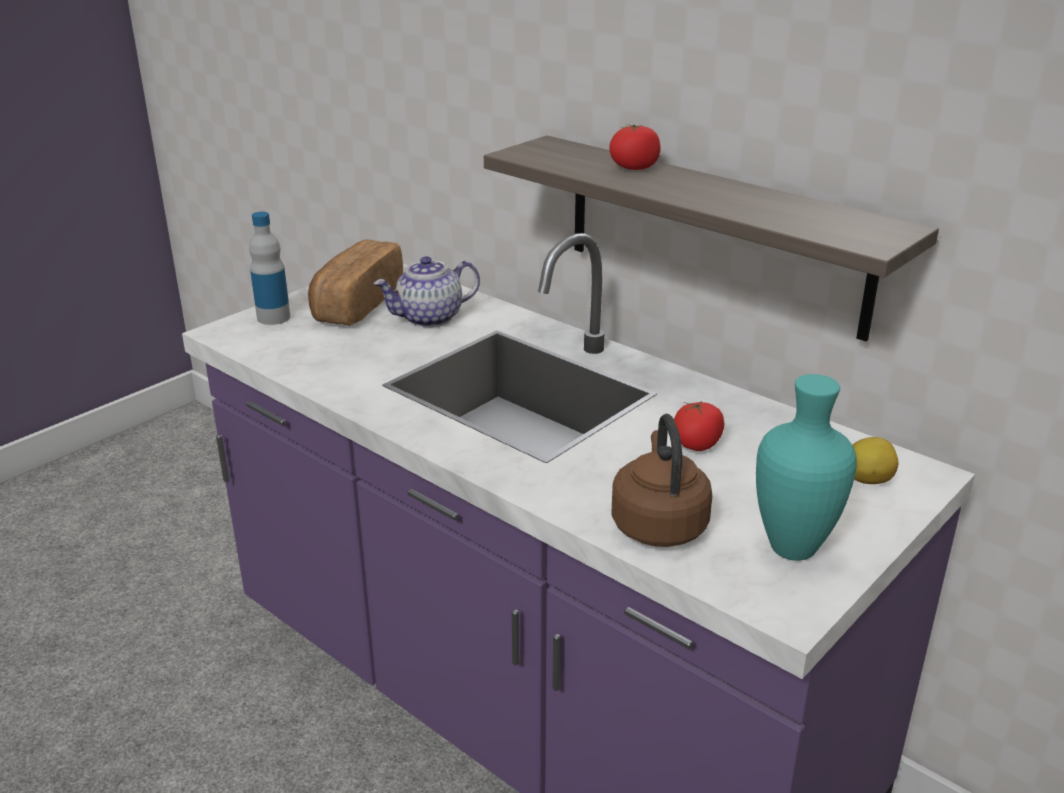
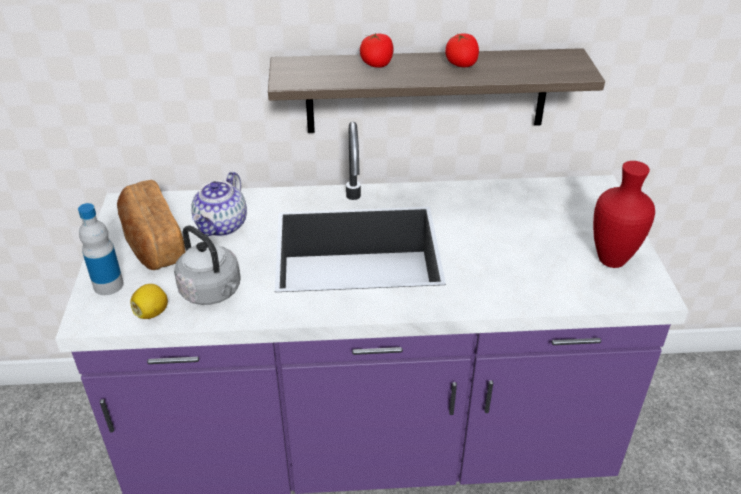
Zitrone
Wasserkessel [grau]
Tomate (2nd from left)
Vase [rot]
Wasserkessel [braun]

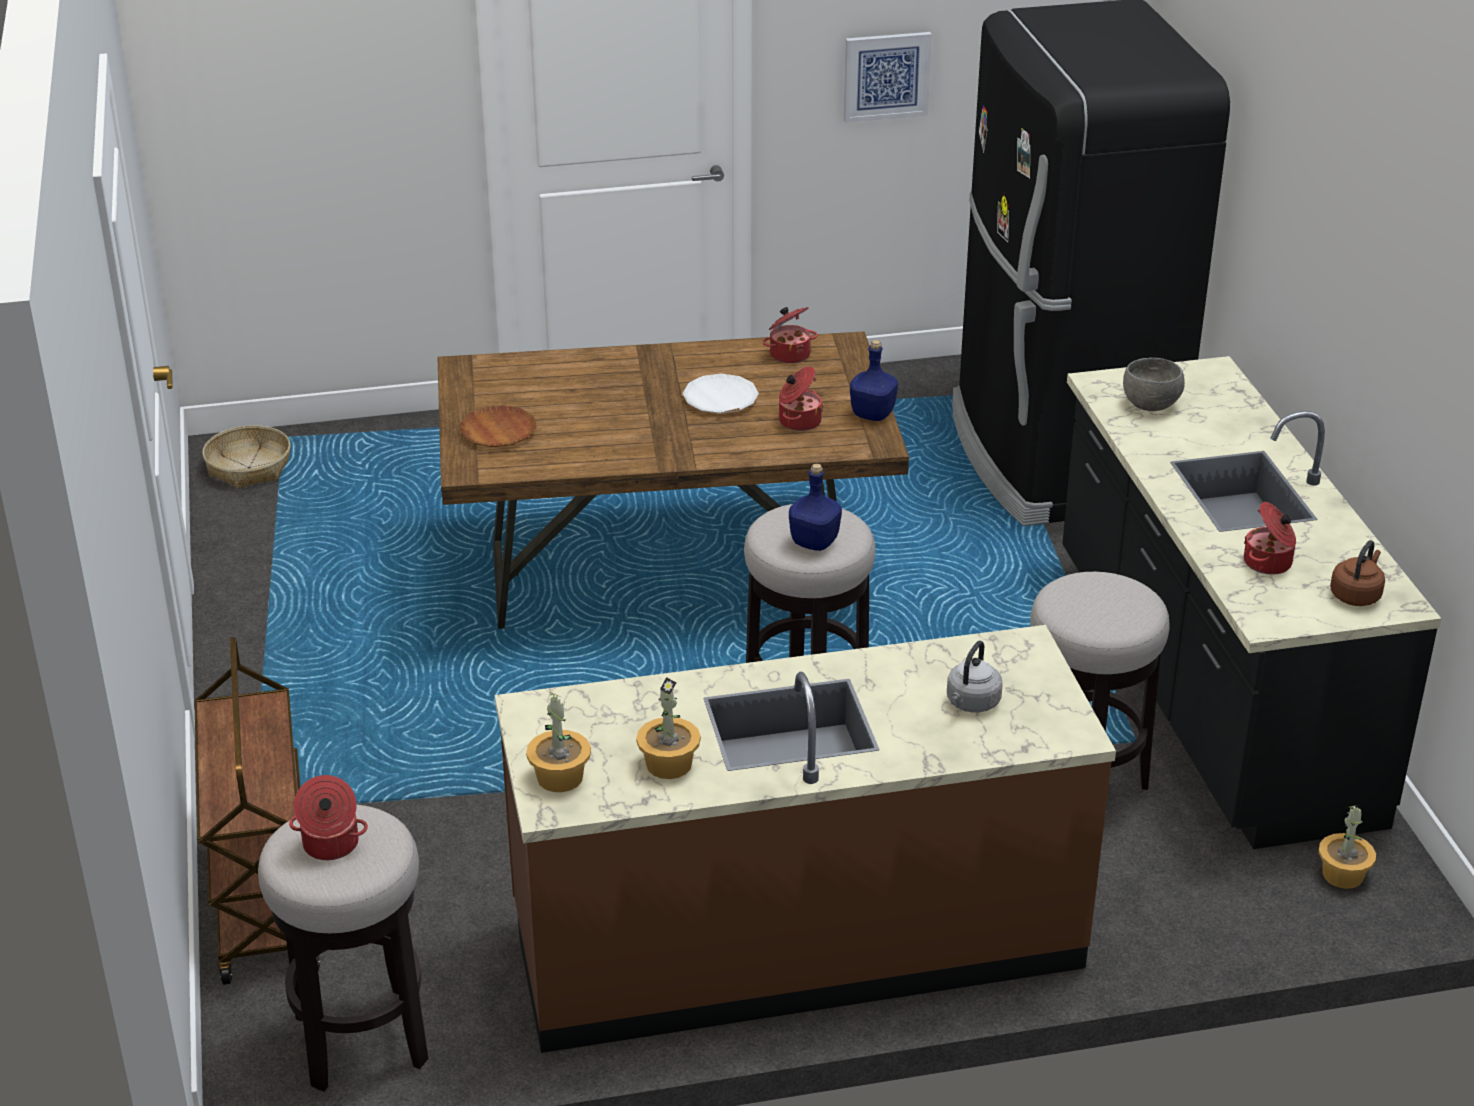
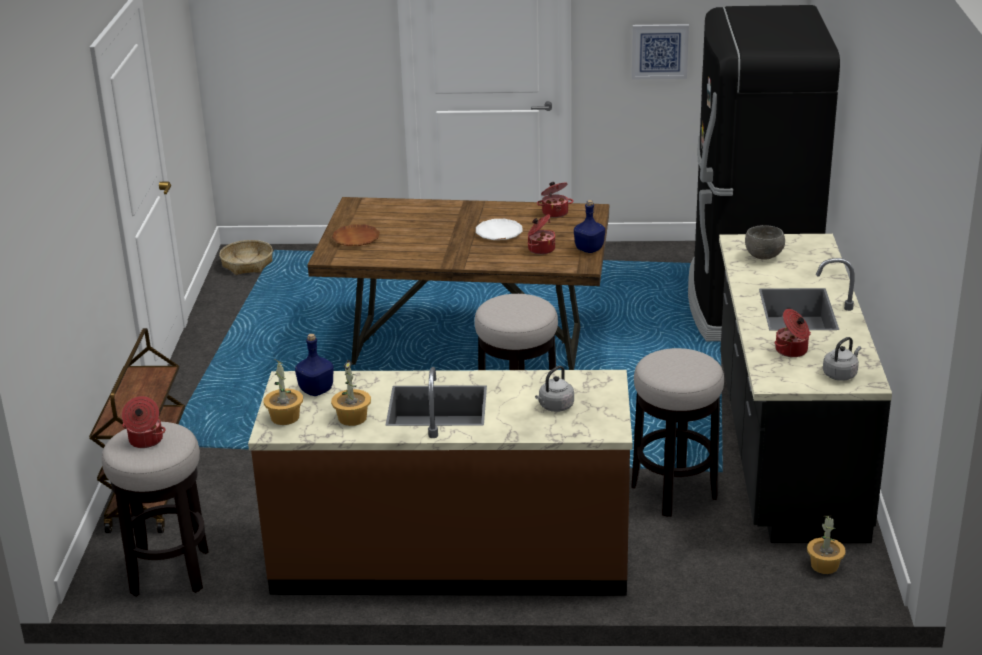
Flasche [blau] (1st from left)
Wasserkessel [grau] (2nd from left)

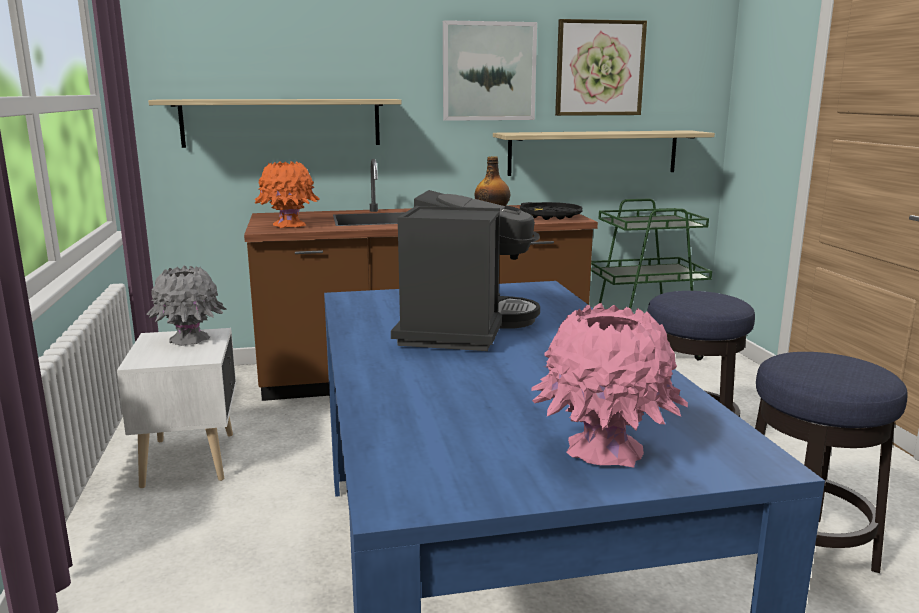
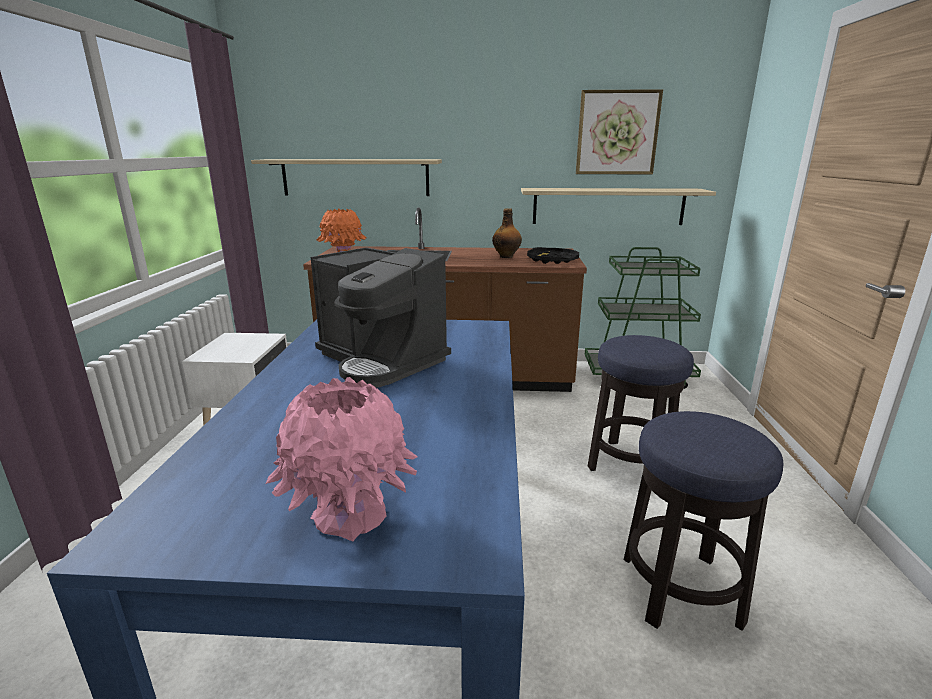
Kaffeemaschine
Vase [grau]
Bild (1st from left in the first image)

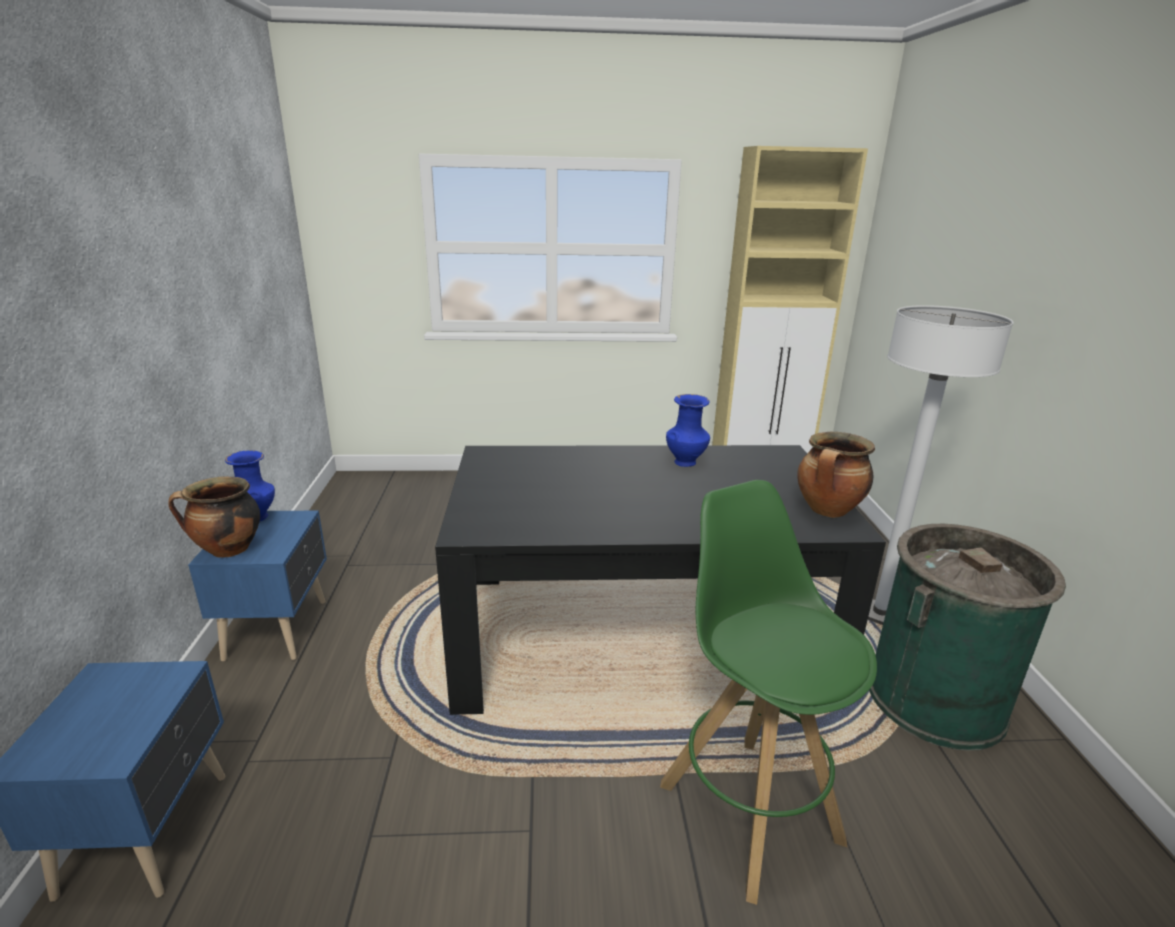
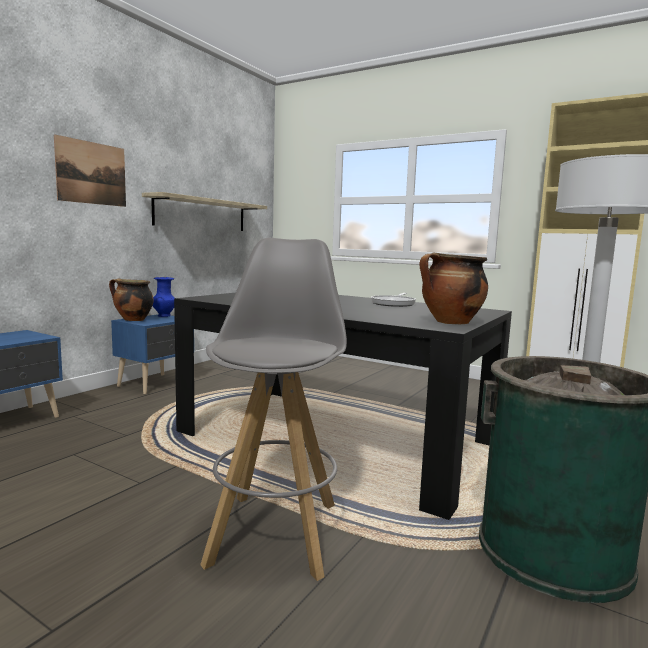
Bild
Wandregal
Hocker [grau]
Pfanne

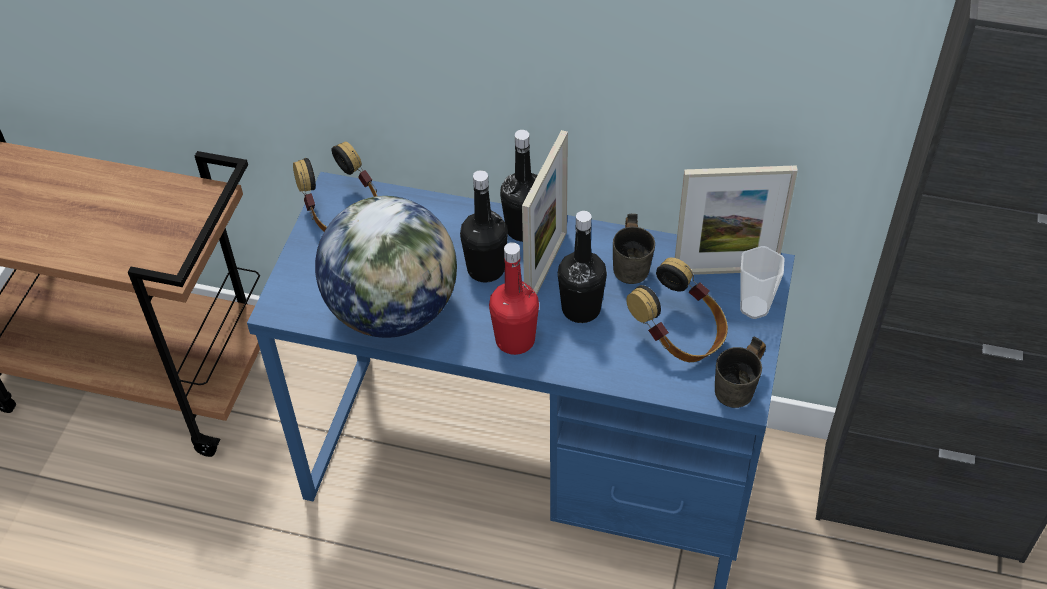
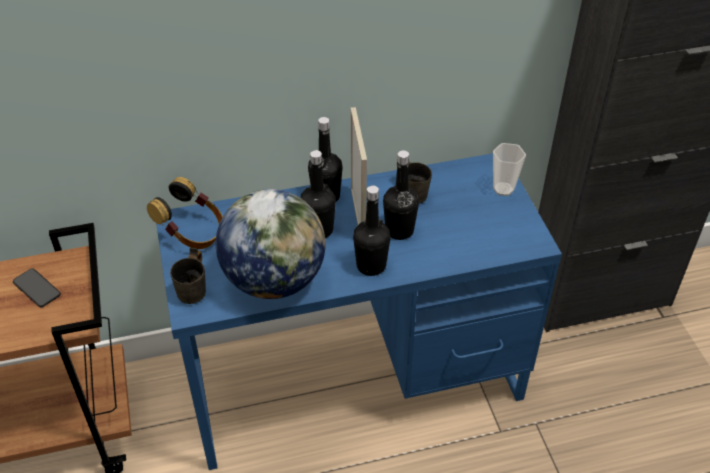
Handy
Henkelbecher [grau] (1st from left)
Flasche [schwarz] (3rd from left)
Kopfhörer (2nd from left in the first image)
Bilderrahmen (2nd from left in the first image)

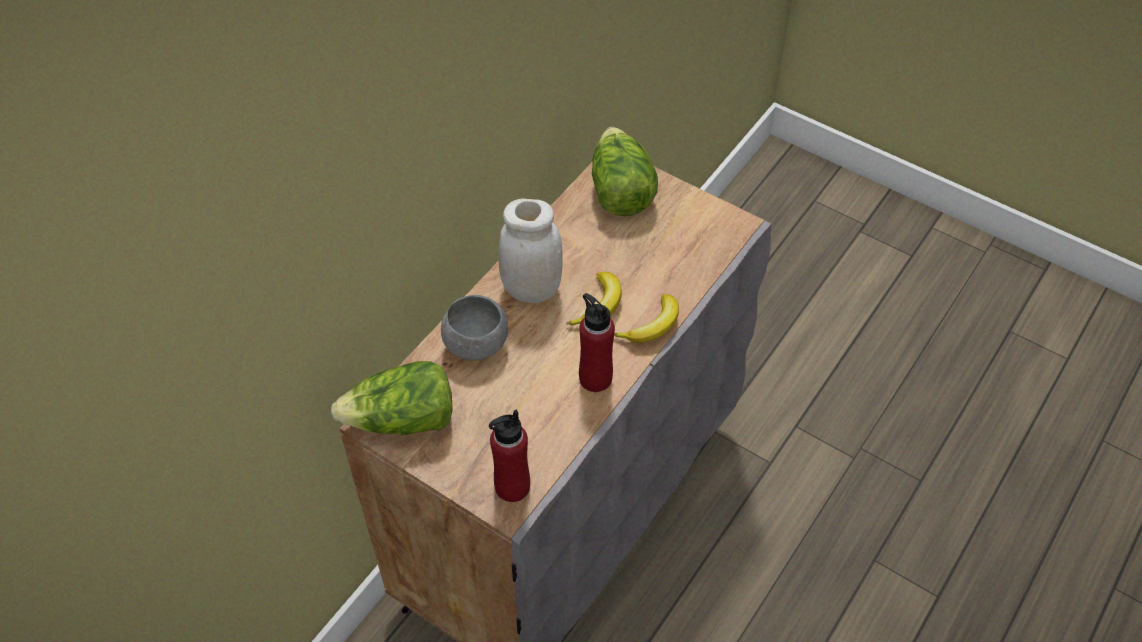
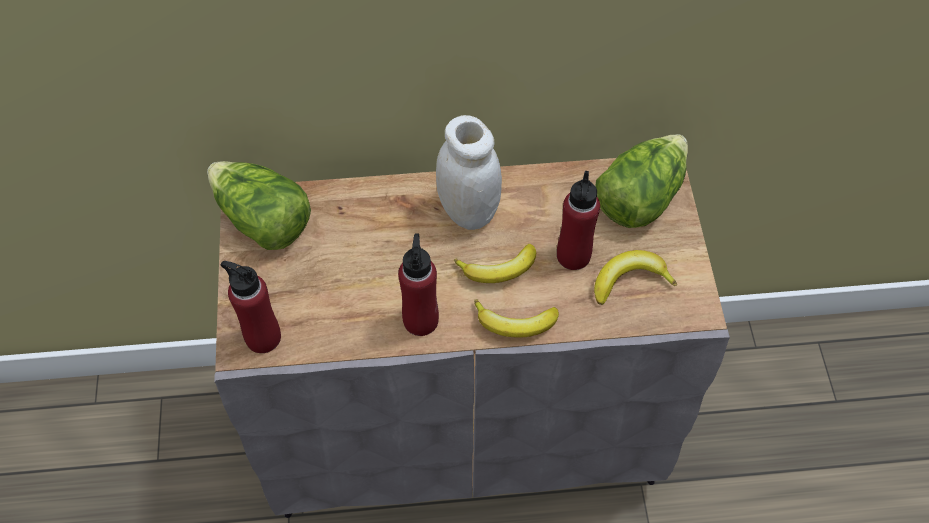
Flasche [rot] (3rd from left)
Banane (3rd from left)
Schüssel [grau]

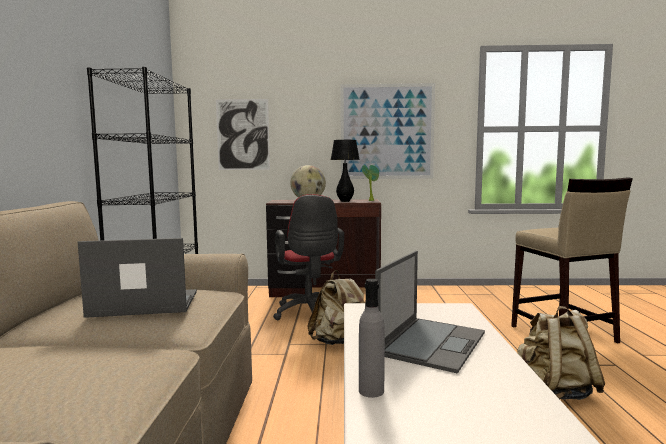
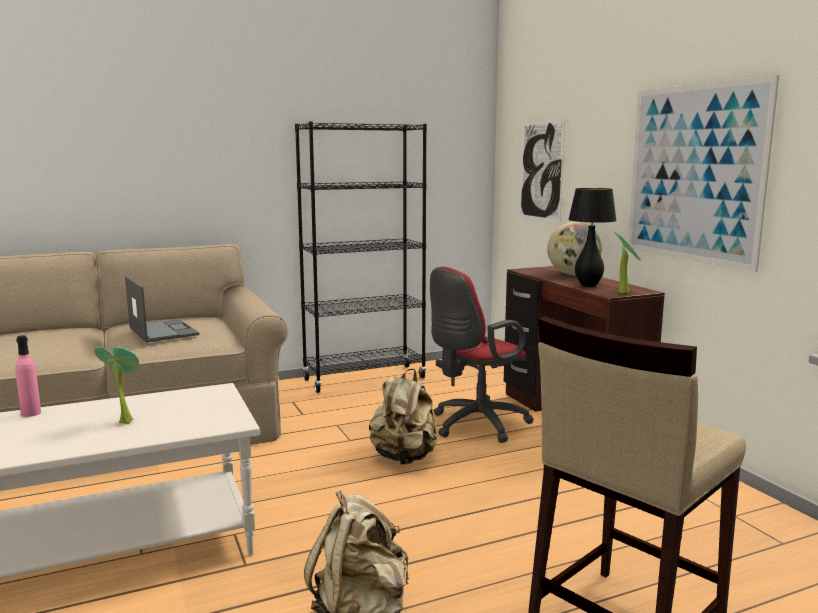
Flasche [rosa]
Topfpflanze (1st from left)

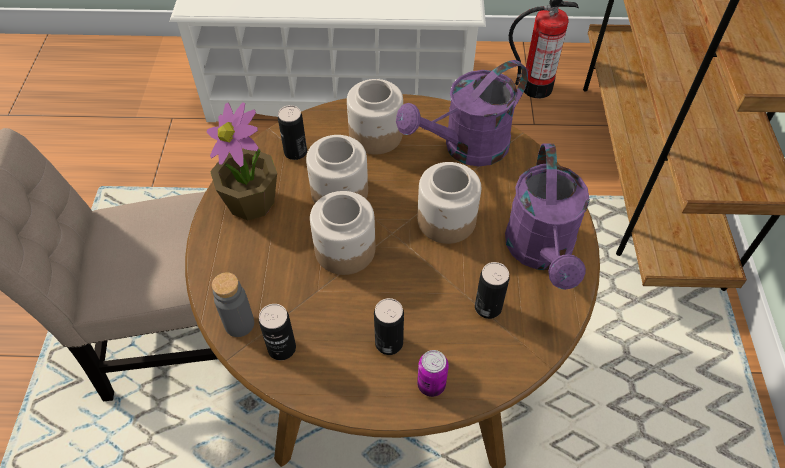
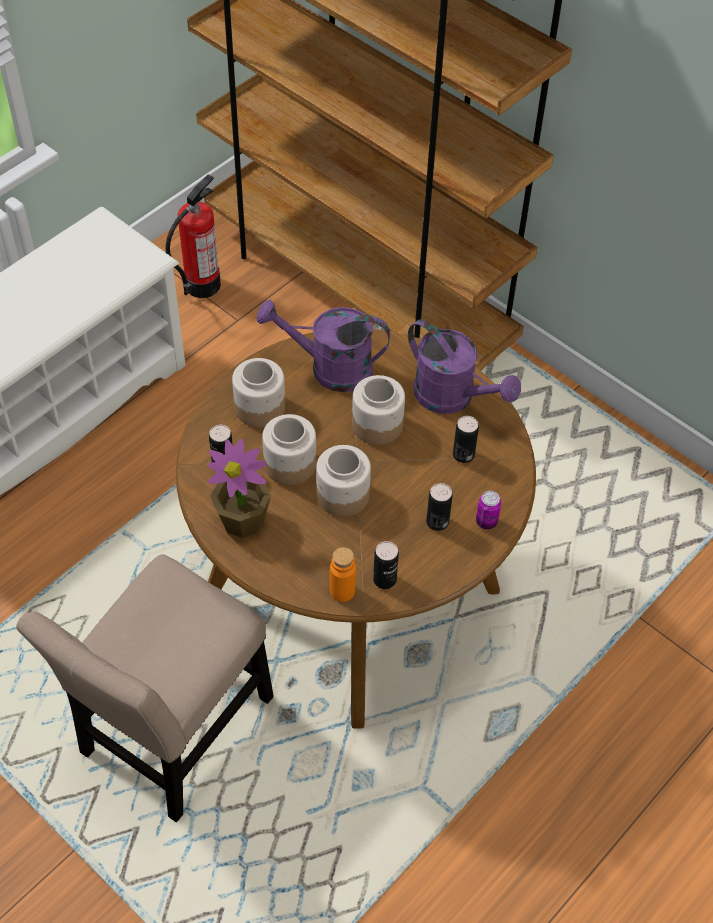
Gießkanne [lila] (1st from left)
Flasche [orange]

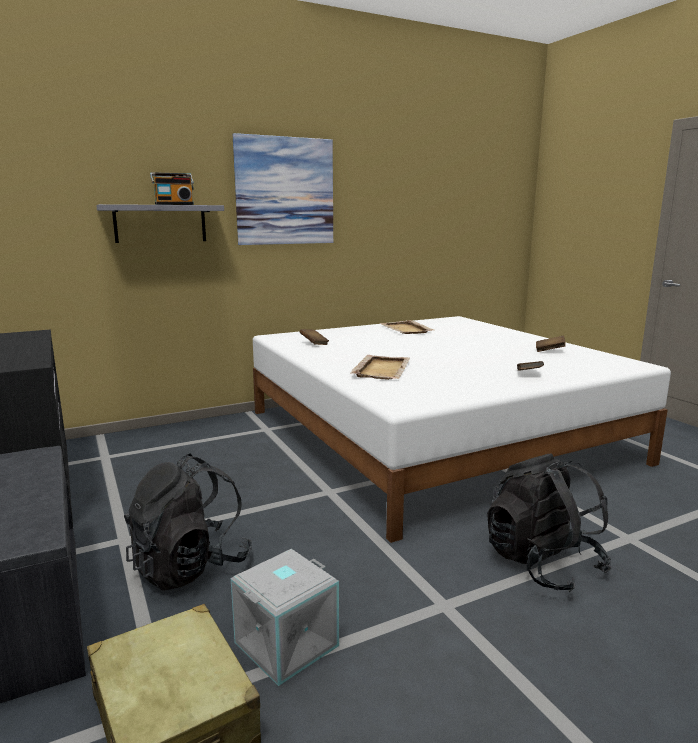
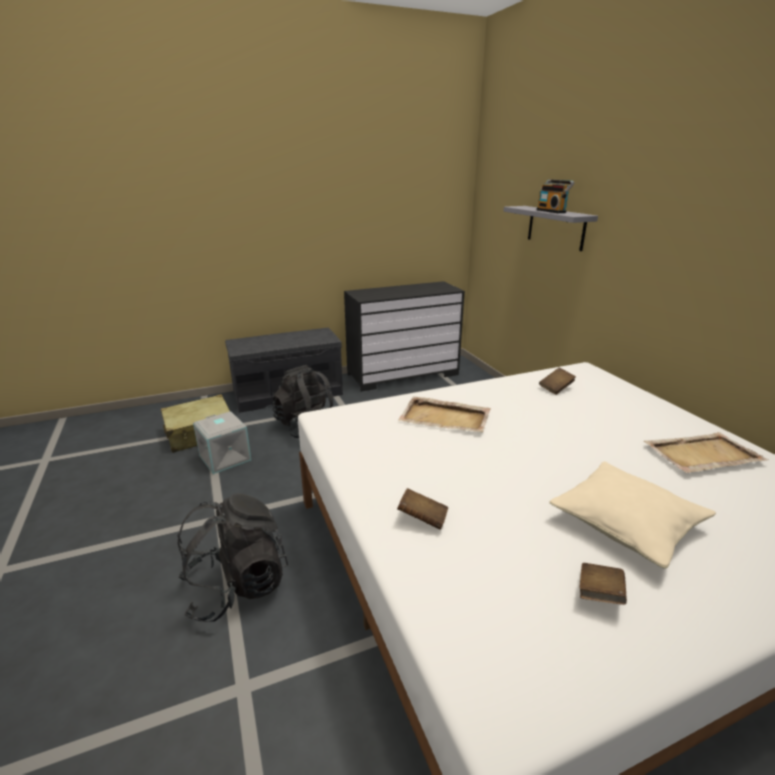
Kissen [beige]
Bild

